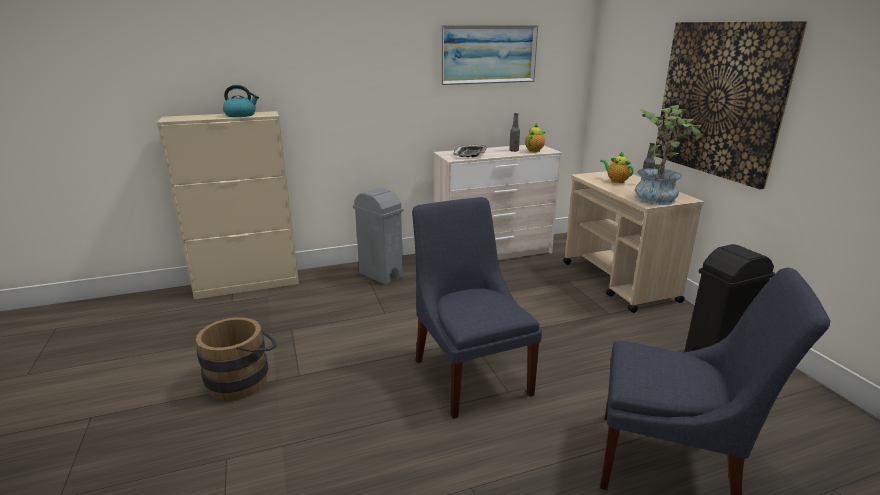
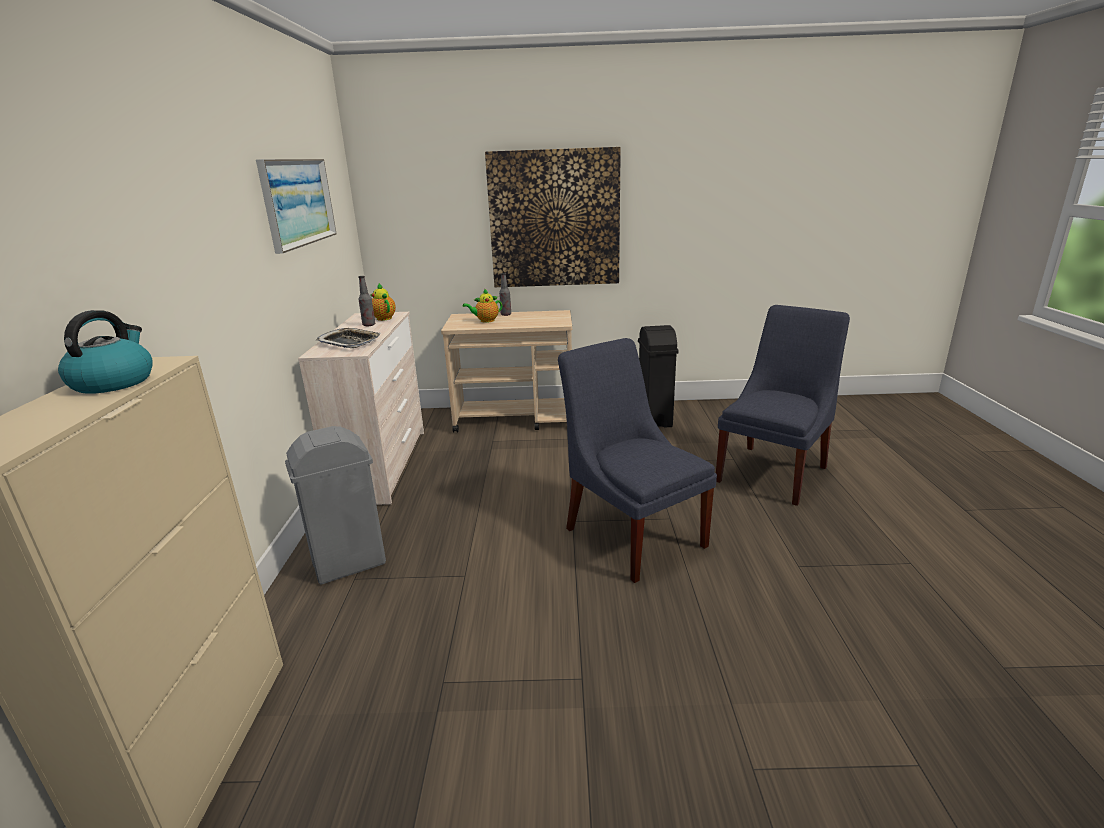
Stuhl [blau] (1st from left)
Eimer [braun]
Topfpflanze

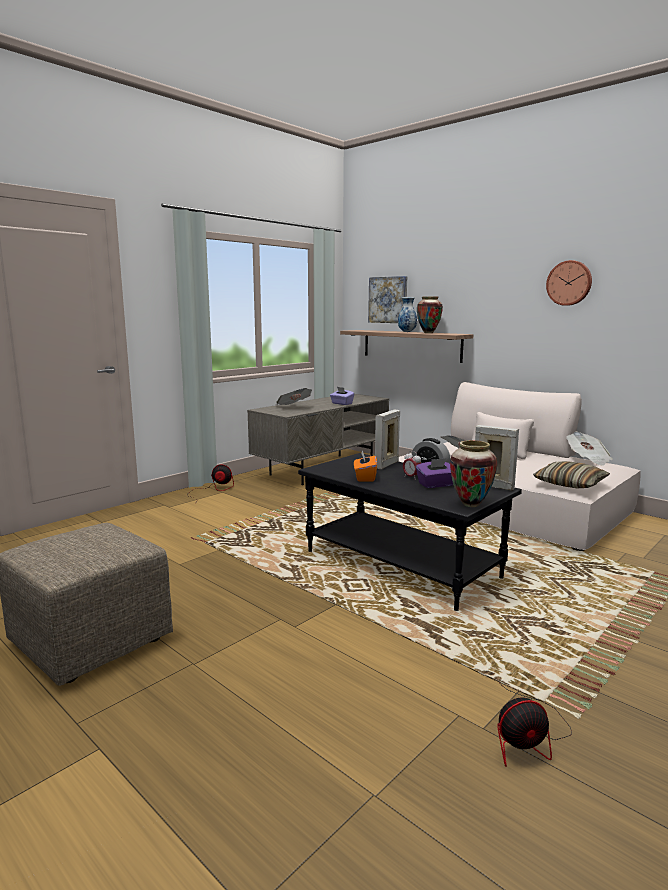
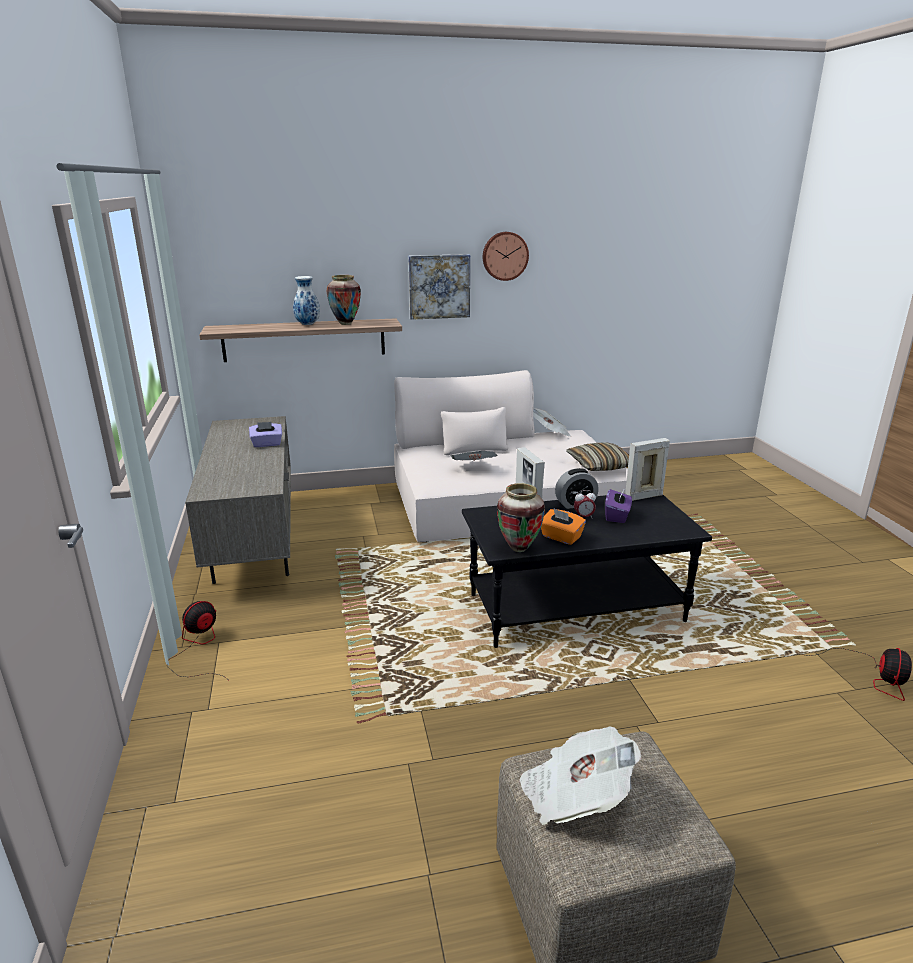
Bild
Vase (3rd from left)
Zeitung (3rd from left)

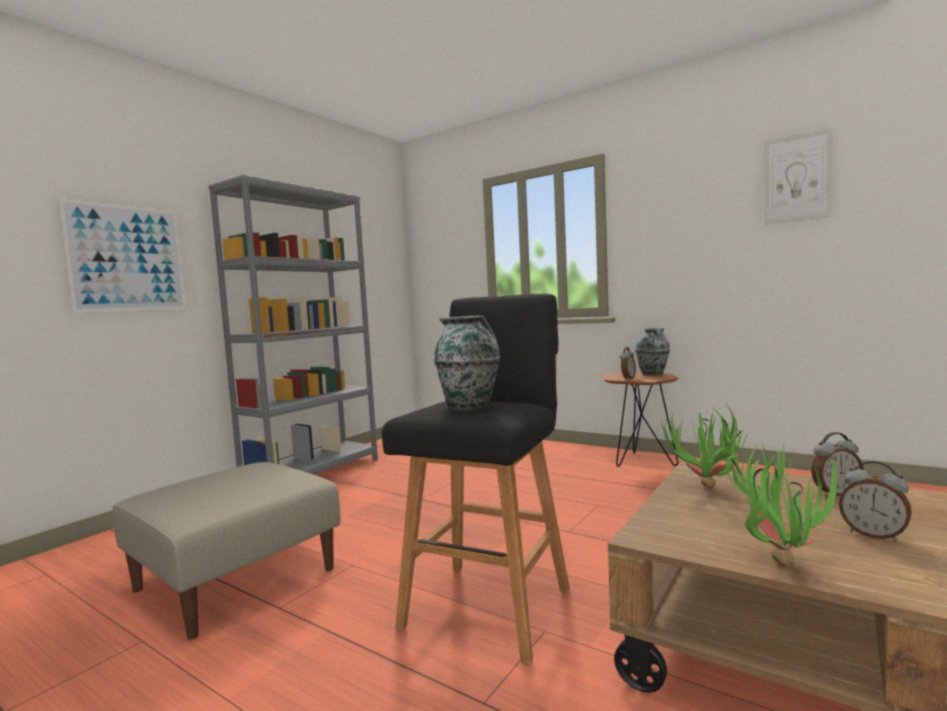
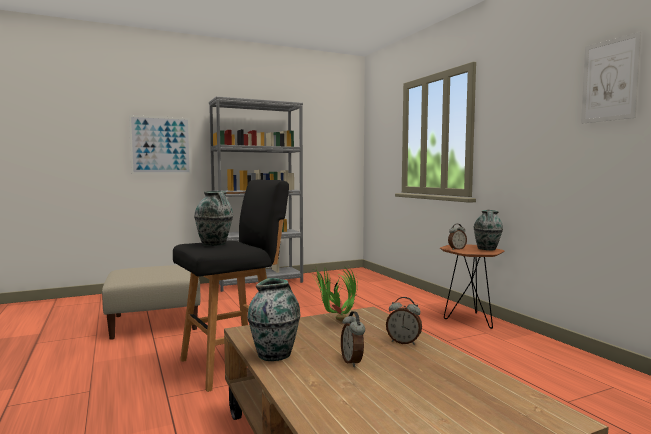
Vase (2nd from left)

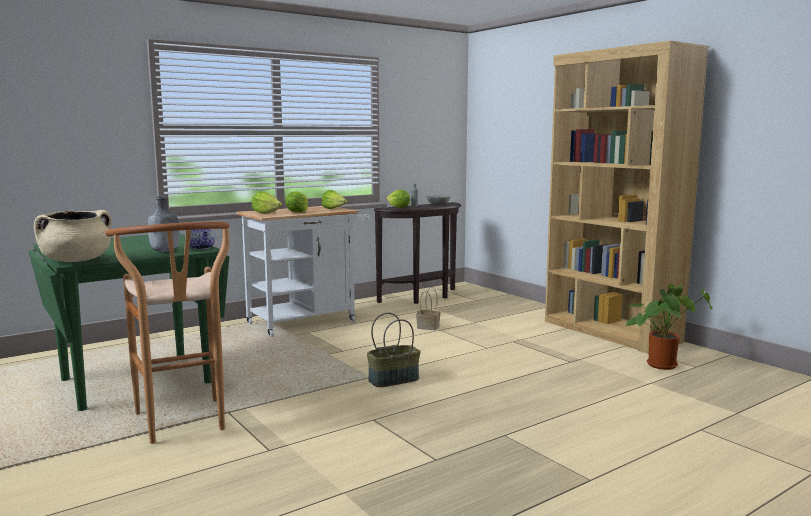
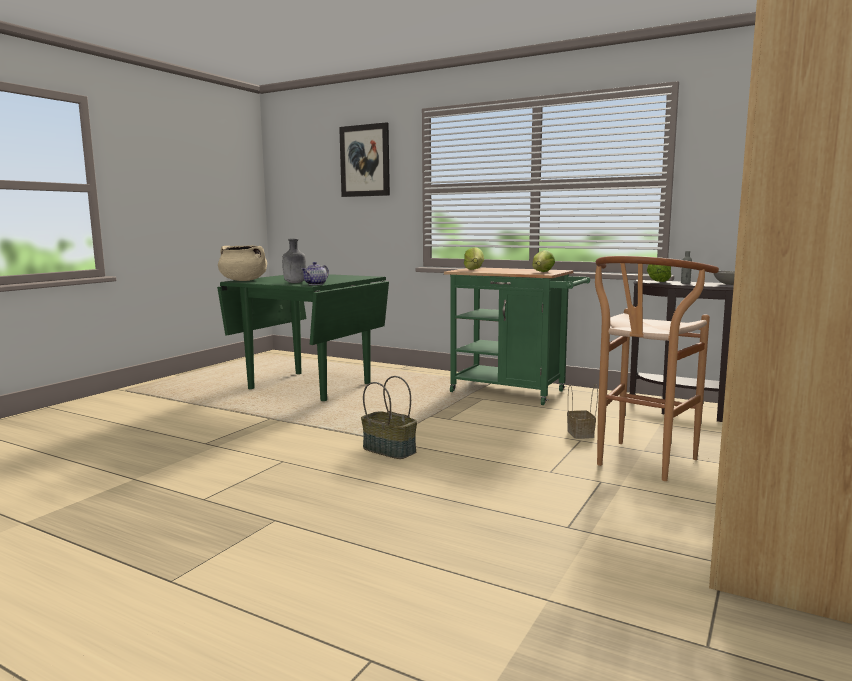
Bild
Rollwagen [grün]
Hocker [braun]
Salatkopf (2nd from left in the first image)
Topfpflanze

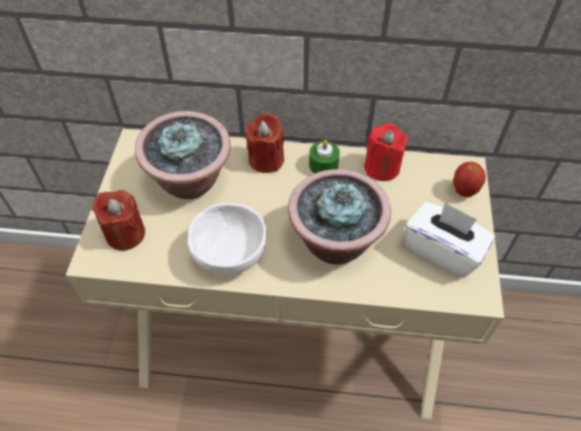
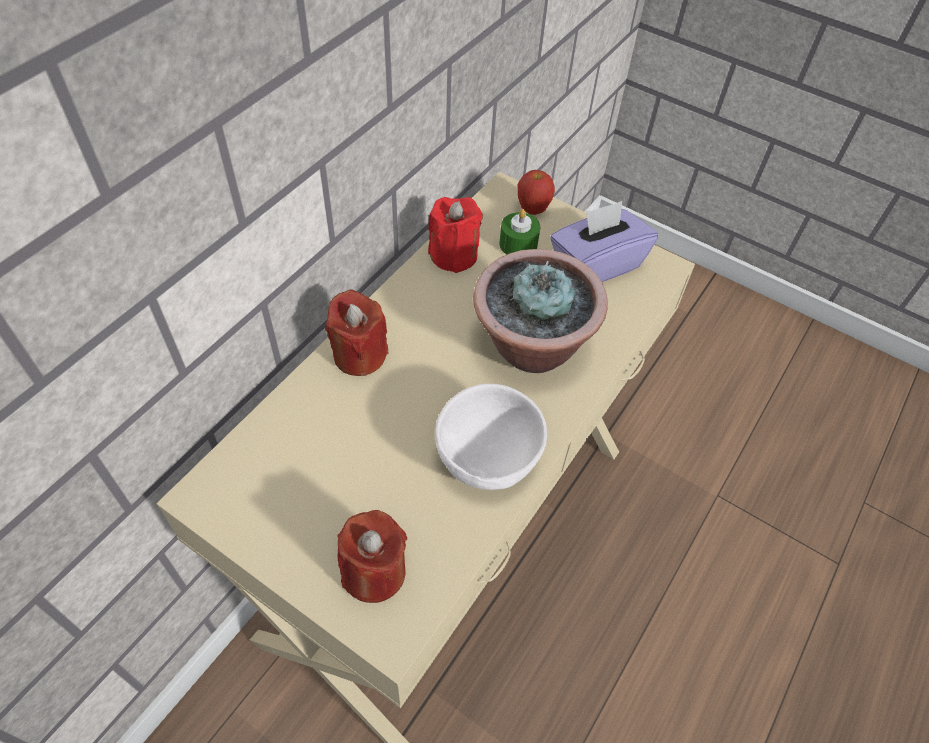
Kerze [grün]
Taschentuchbox [lila]
Topfpflanze (1st from left in the first image)

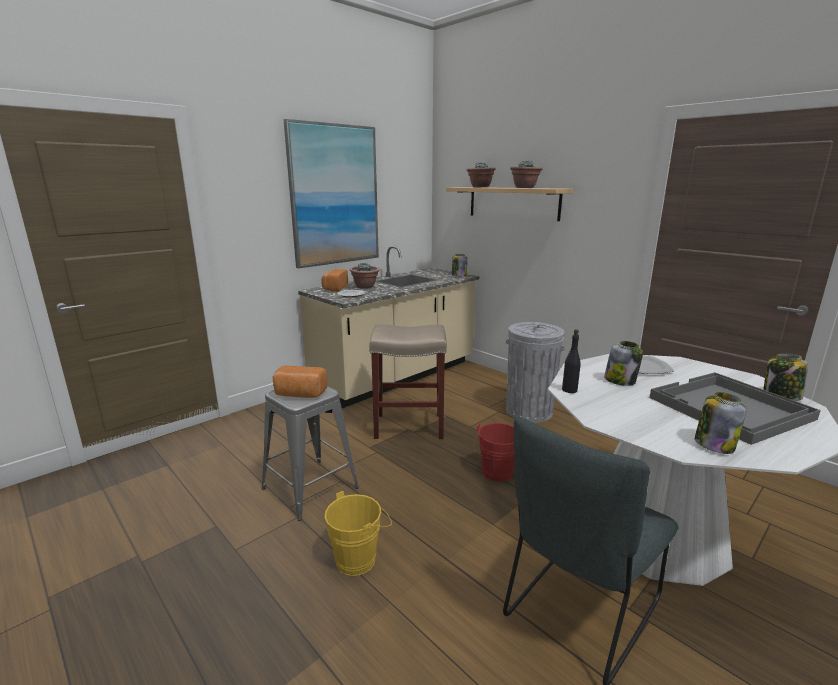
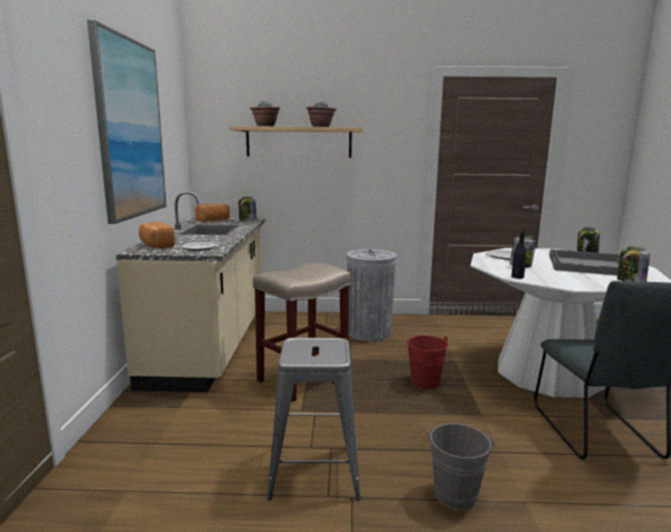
Brot (2nd from left)
Eimer [grau]
Topfpflanze (1st from left in the first image)

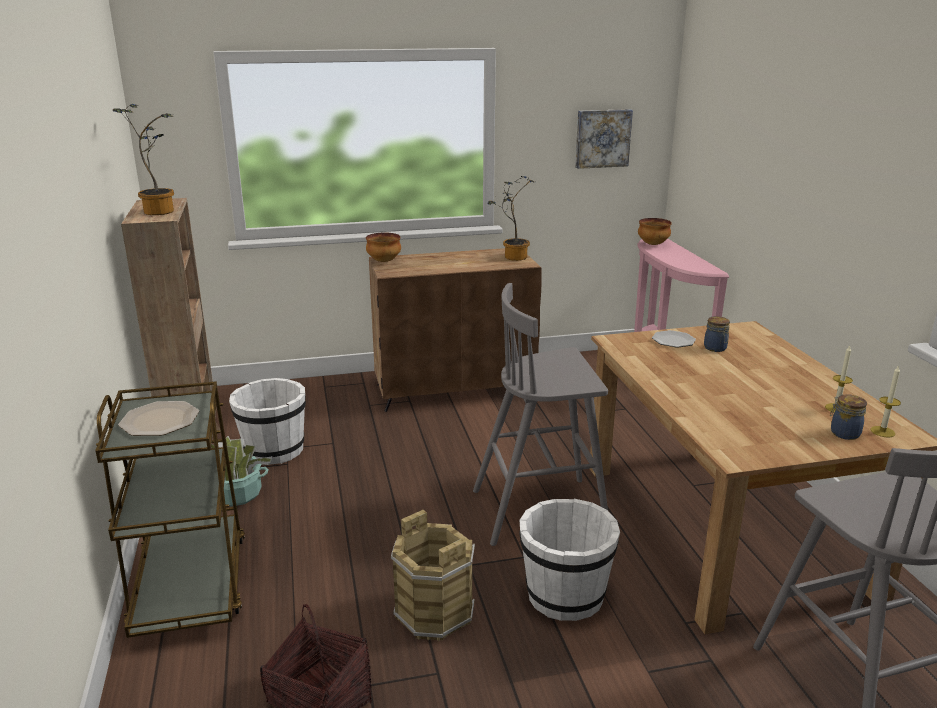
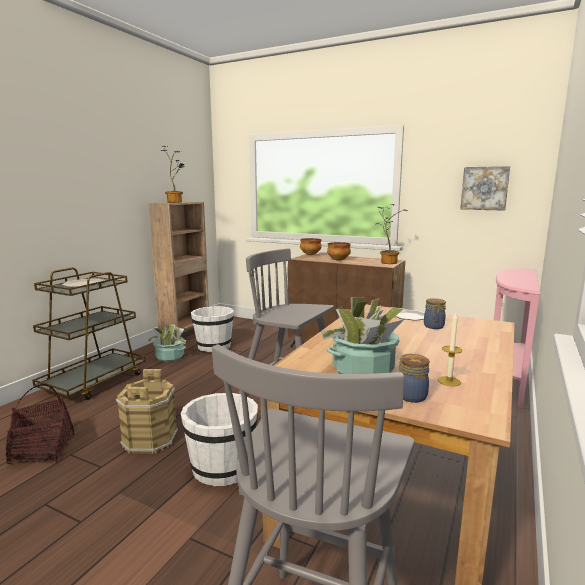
Topfpflanze (3rd from left)
Schüssel (2nd from left)
Kerze (2nd from left in the first image)

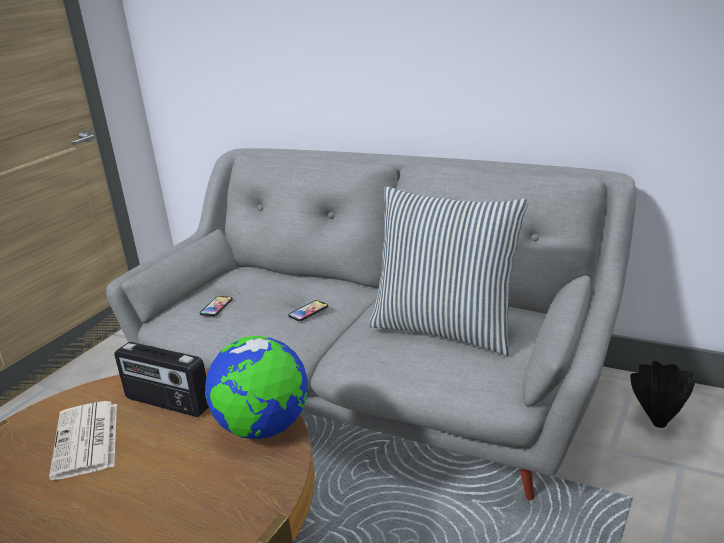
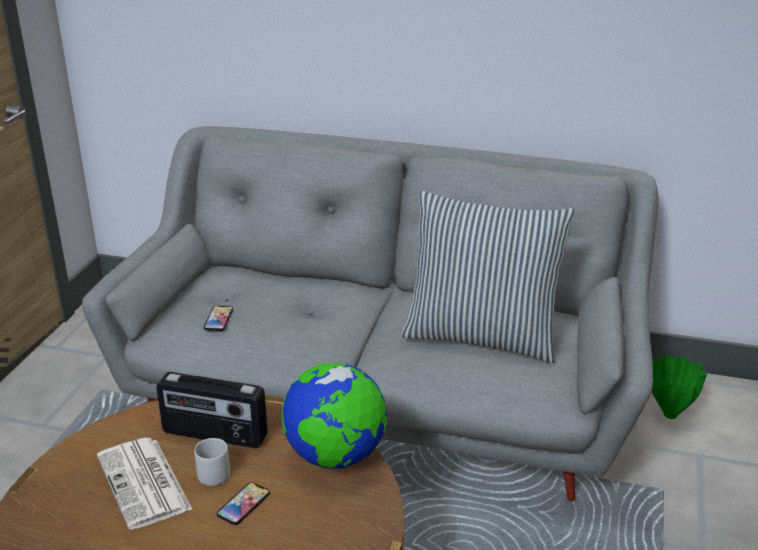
Henkelbecher [grau]
Handy (2nd from left)
Vase [grün]

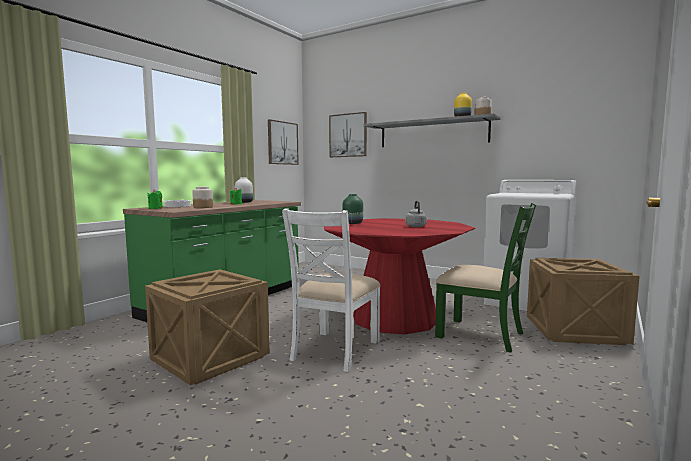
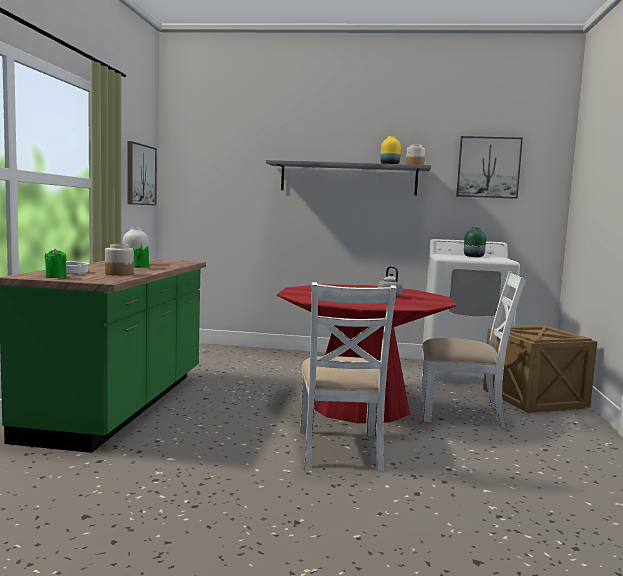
Stuhl [weiß] (2nd from left)
Bild (2nd from left)
Vase [grün]
Kiste (1st from left in the first image)

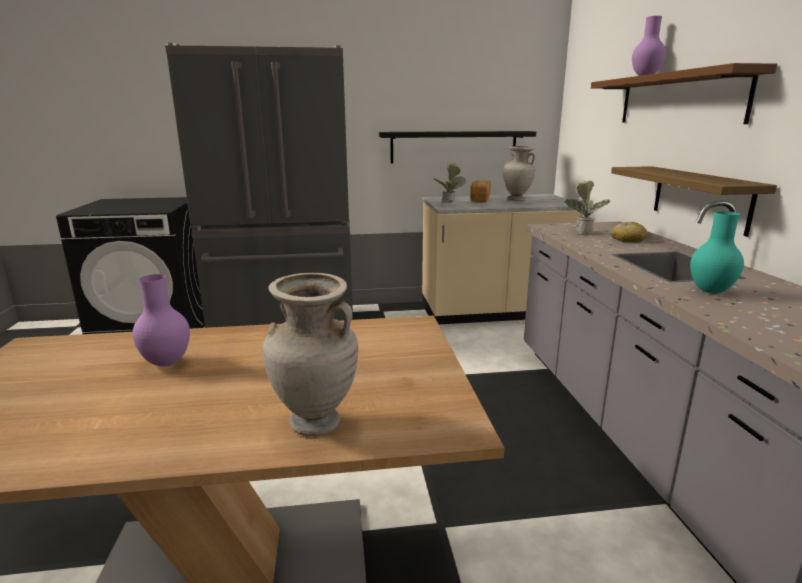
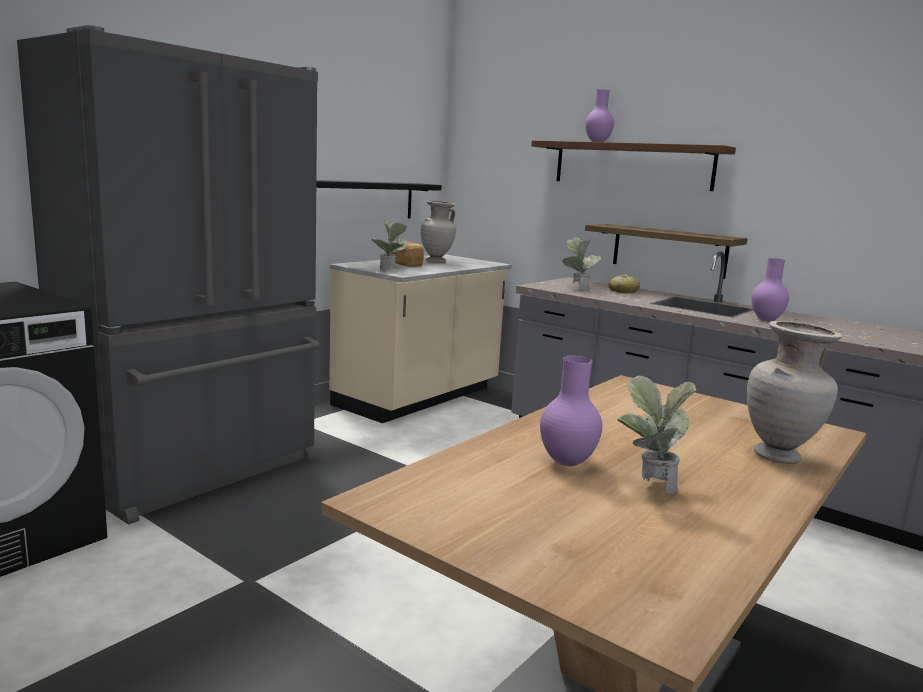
Topfpflanze (3rd from left)
Vase [lila] (3rd from left)

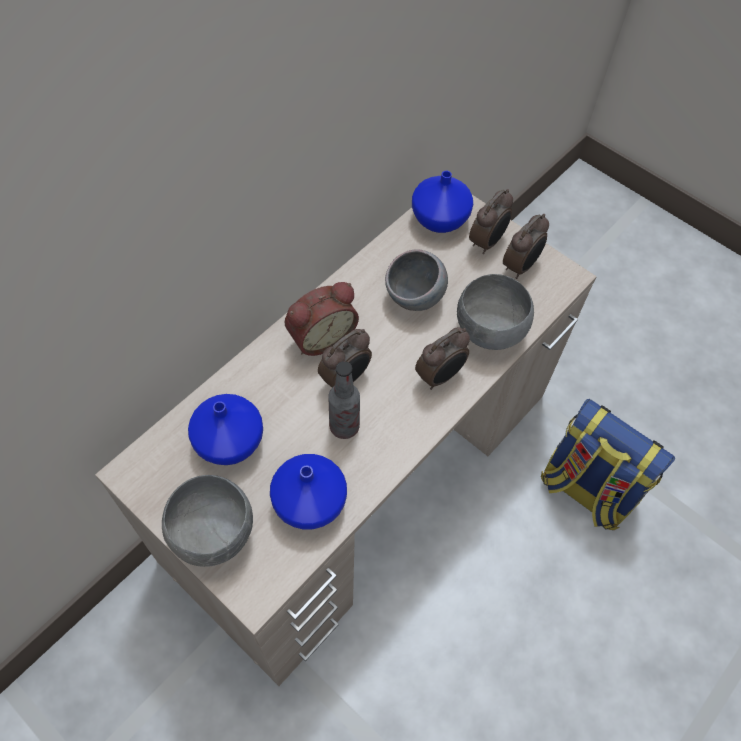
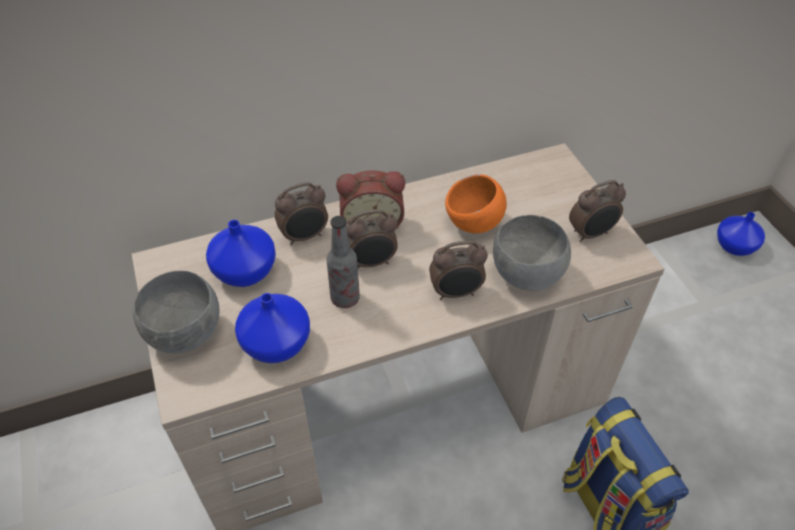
Wecker (1st from left)
Schüssel [orange]
Vase [blau] (3rd from left)

